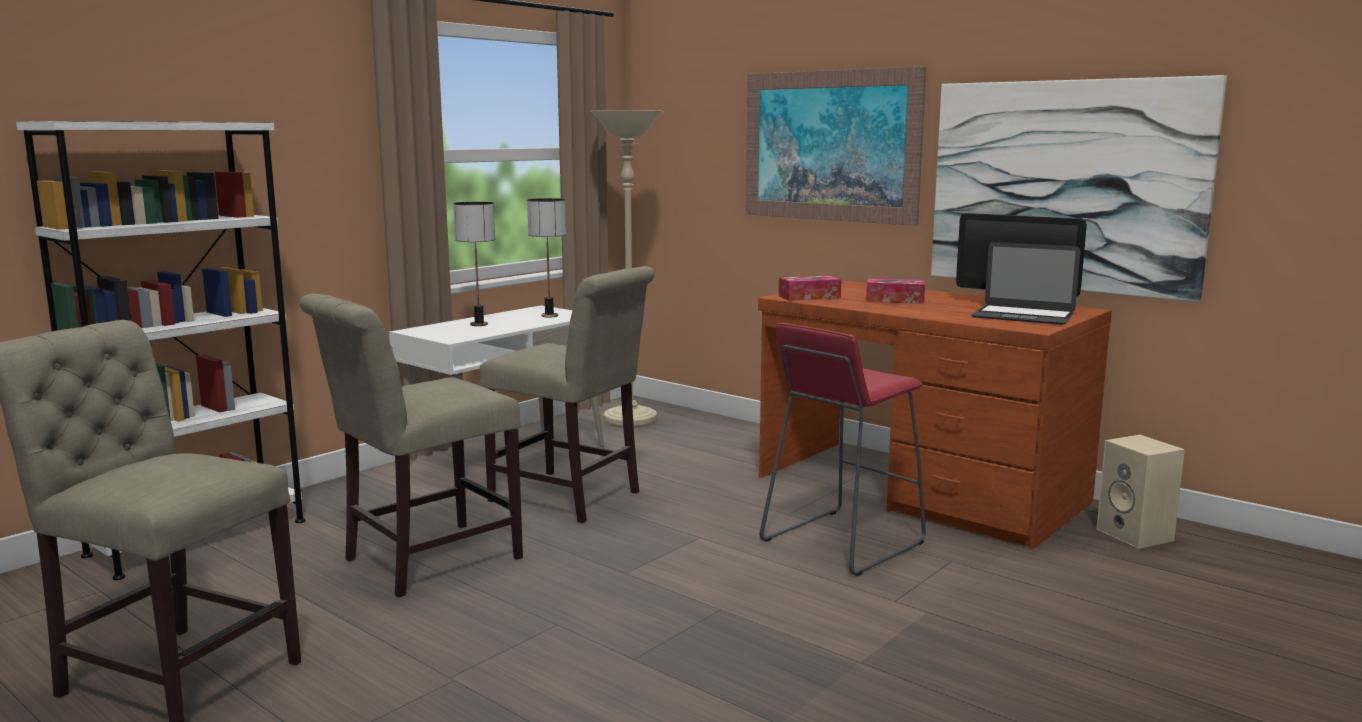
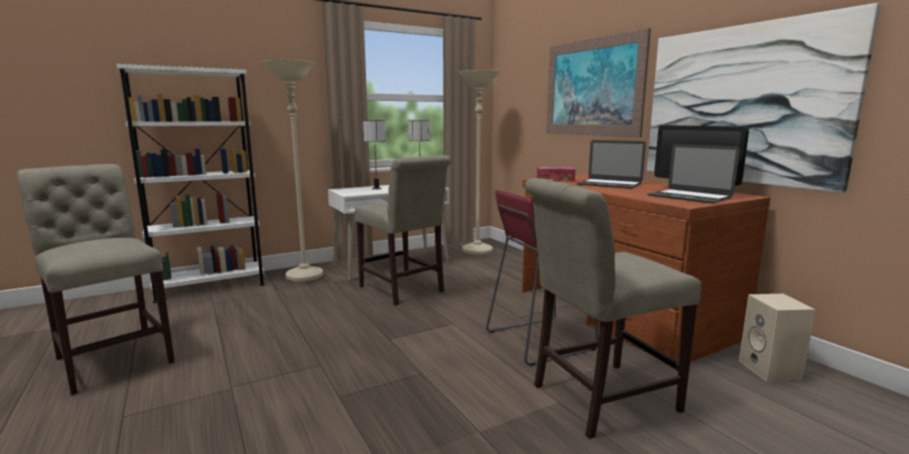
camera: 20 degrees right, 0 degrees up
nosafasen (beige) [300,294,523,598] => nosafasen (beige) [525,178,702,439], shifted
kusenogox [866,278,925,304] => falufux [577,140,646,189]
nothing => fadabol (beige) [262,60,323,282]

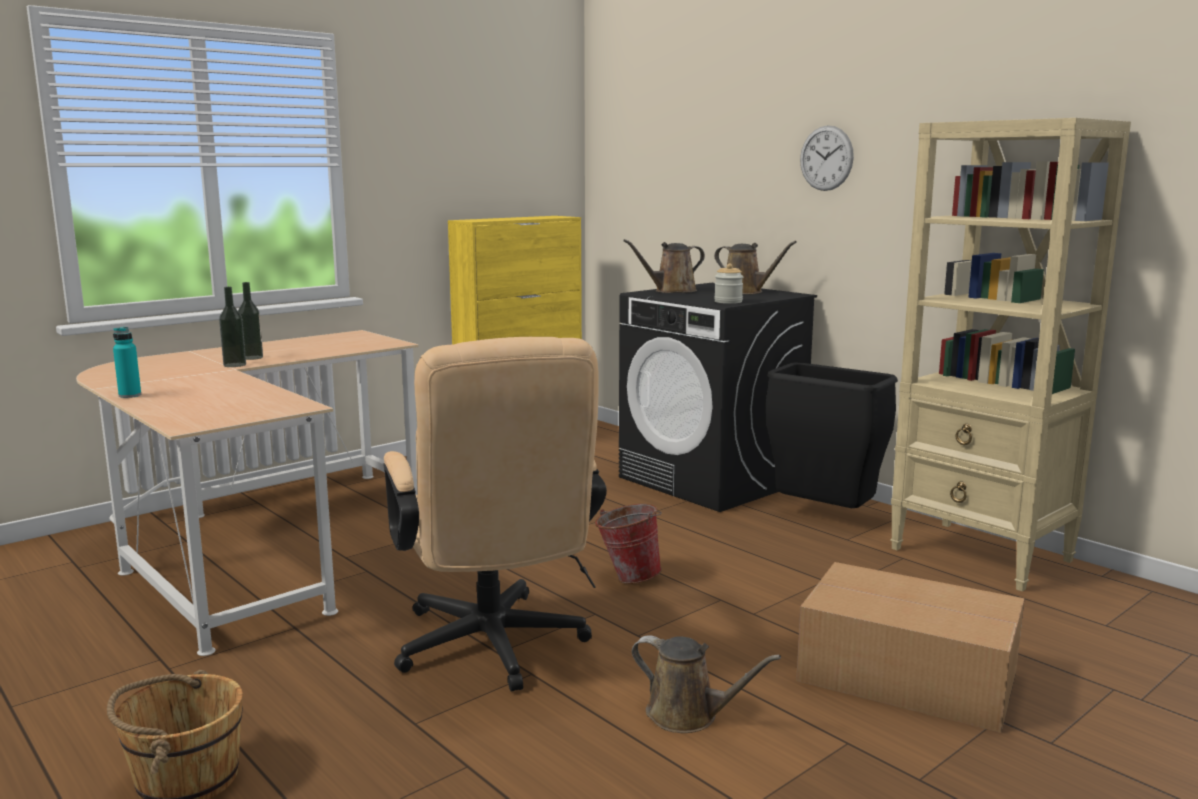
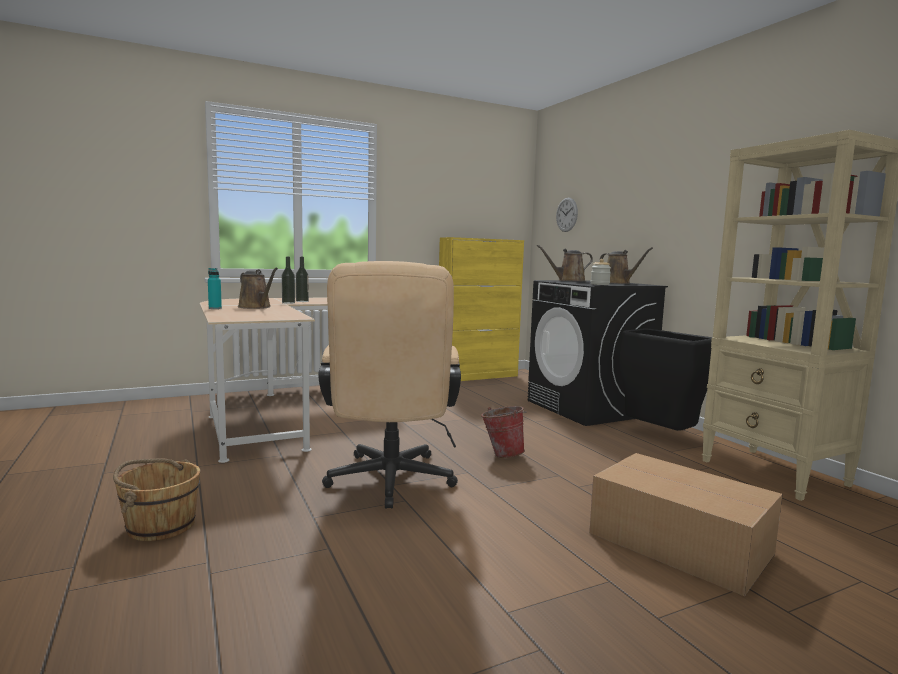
camera: 15 degrees right, 5 degrees down
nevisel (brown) [632,635,781,733] => nevisel (brown) [238,267,278,309], shifted
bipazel [800,125,854,191] => bipazel [556,198,578,232], shifted

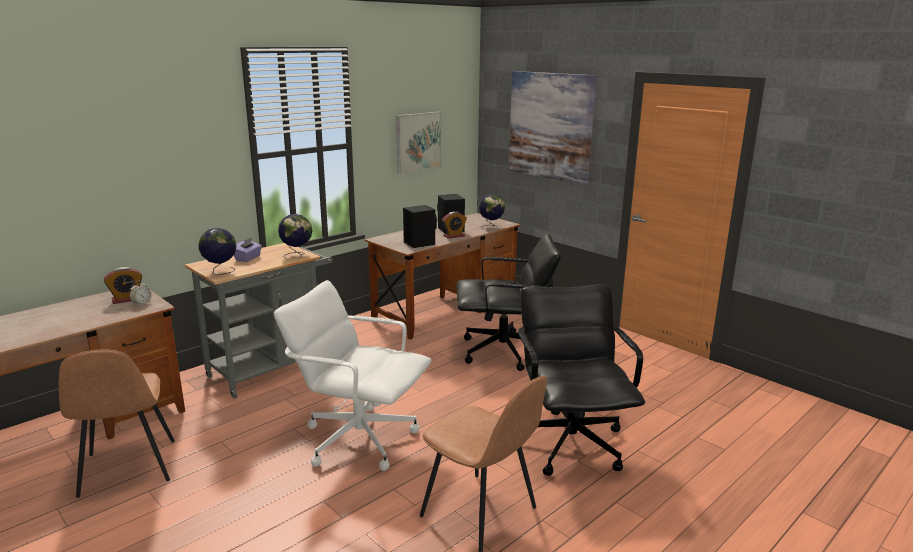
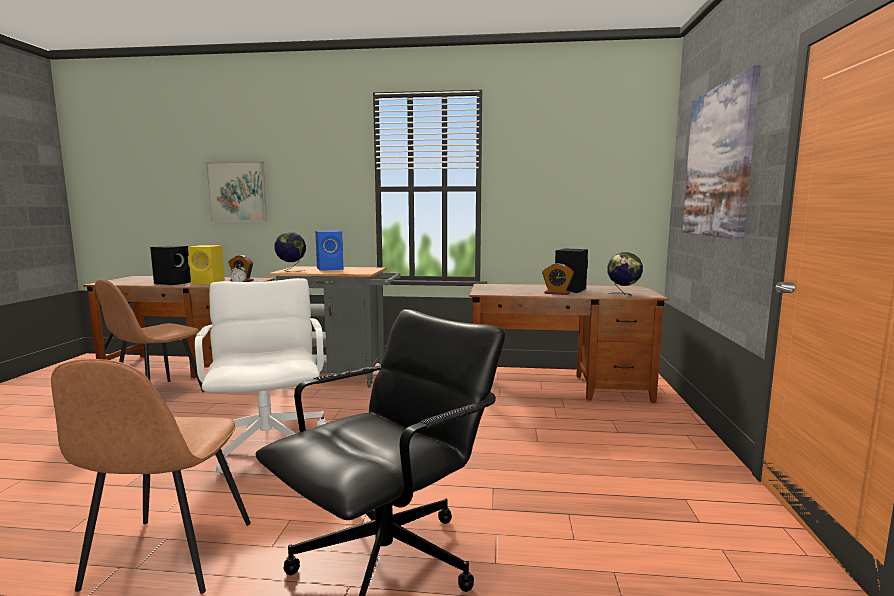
camera: 50 degrees right, 10 degrees down
kusenogox (purple) [234,237,262,262] => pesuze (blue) [315,231,343,271]
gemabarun [278,214,312,258] => nothing
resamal [396,112,442,174] => resamal [206,161,267,222], shifted
pesuze (black) [403,205,437,248] => pesuze (black) [150,245,191,285], shifted
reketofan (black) [457,233,561,371] => nothing
nothing => pesuze (yellow) [188,245,225,284]

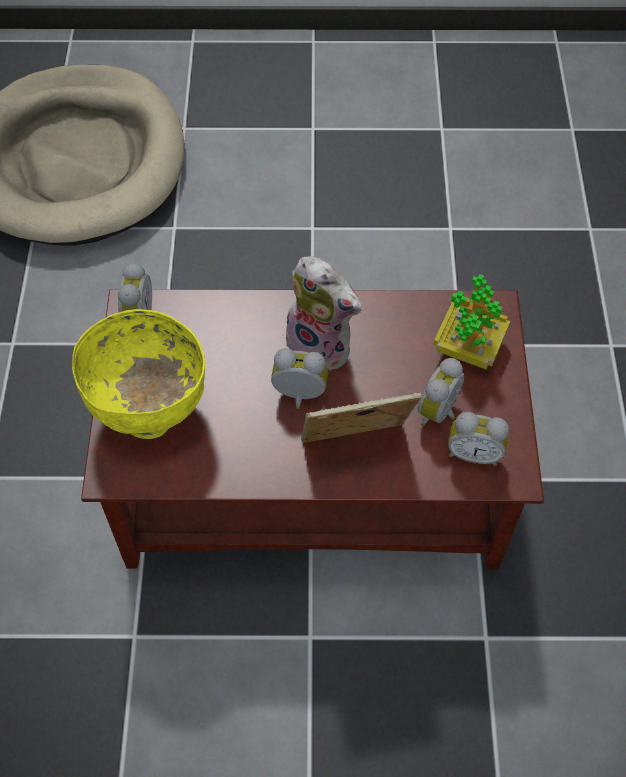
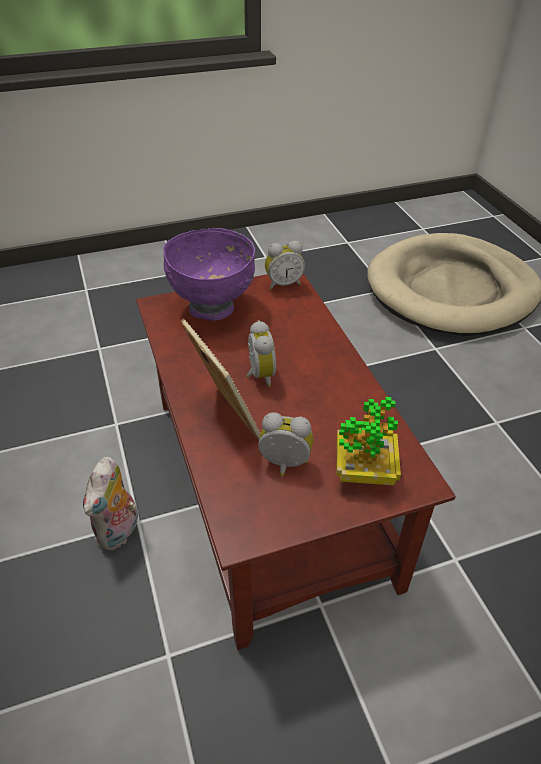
camera: 70 degrees right, 15 degrees down
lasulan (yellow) [72,309,205,439] => lasulan (purple) [163,228,255,321]
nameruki [286,256,361,371] => nameruki [83,457,140,550], shifted
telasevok [448,411,509,466] => nothing

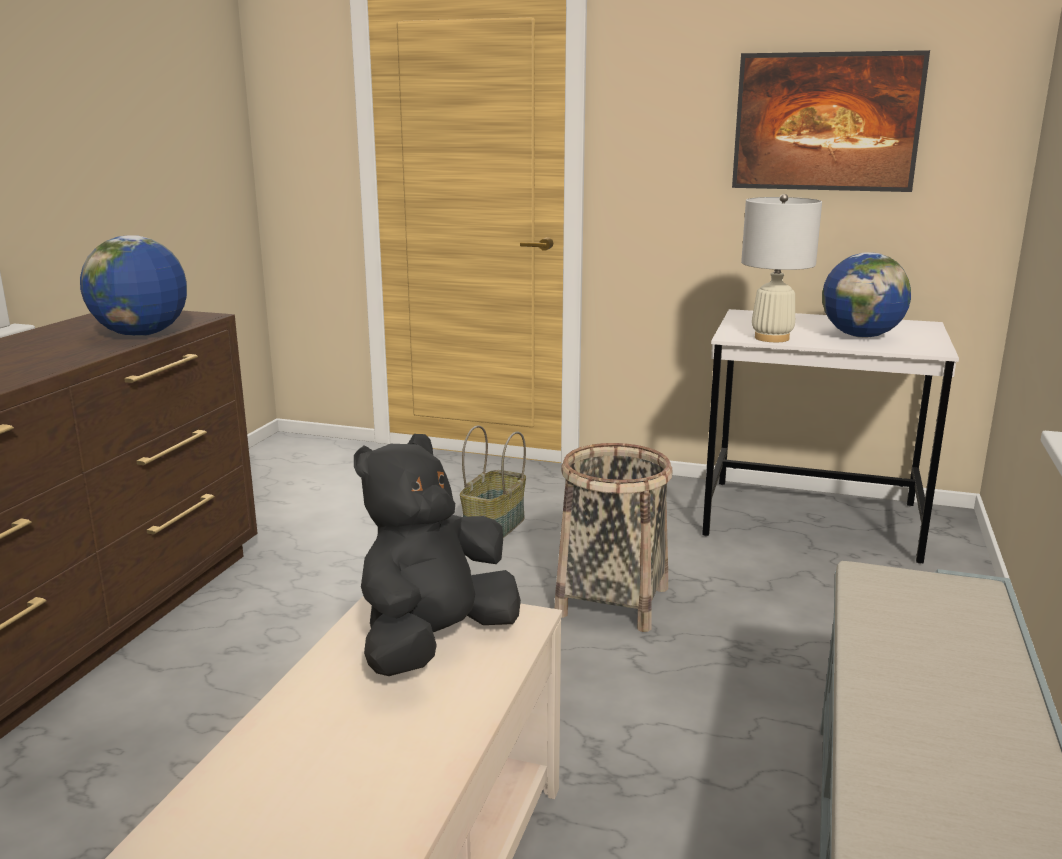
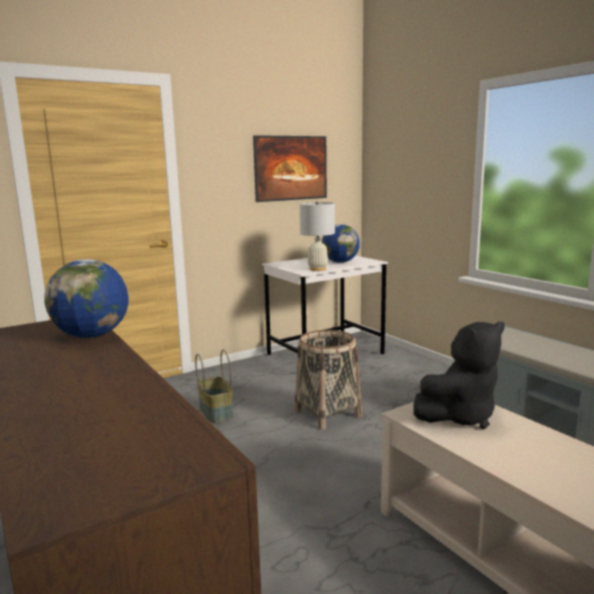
camera: 50 degrees left, 5 degrees down
nameruki (black) [354,434,521,676] => nameruki (black) [414,322,505,429], 105 degrees counterclockwise

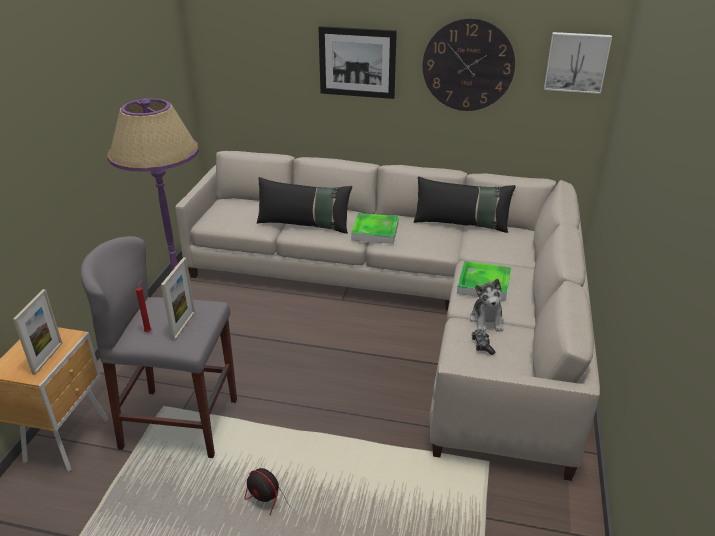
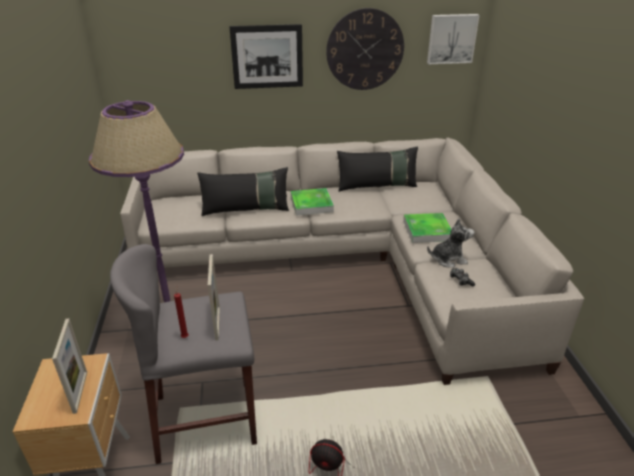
camera: 20 degrees left, 0 degrees up
nameruki [470,278,504,332] => nameruki [427,219,474,268], 75 degrees counterclockwise

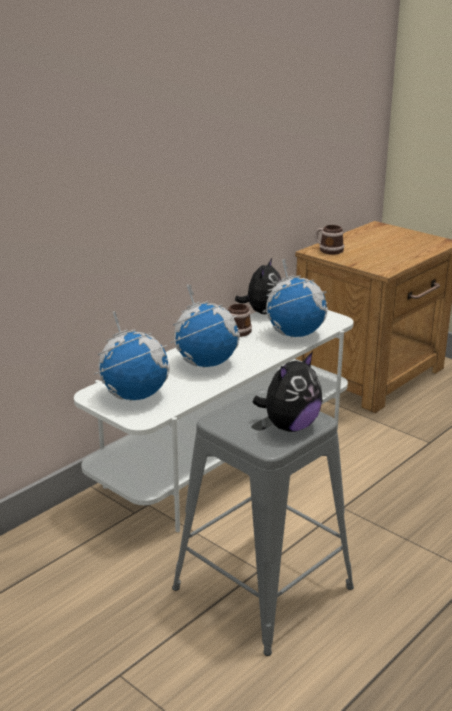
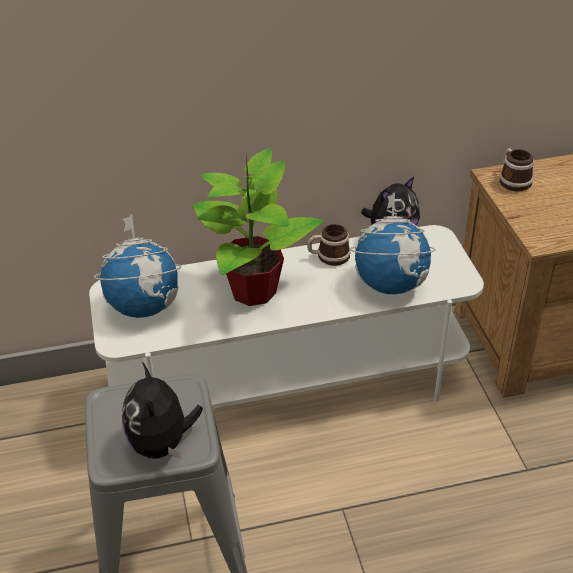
camera: 35 degrees right, 15 degrees up
gemabarun [170,284,240,368] => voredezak [193,148,324,306]
nameruki [252,352,323,432] => nameruki [122,362,203,459], 90 degrees clockwise

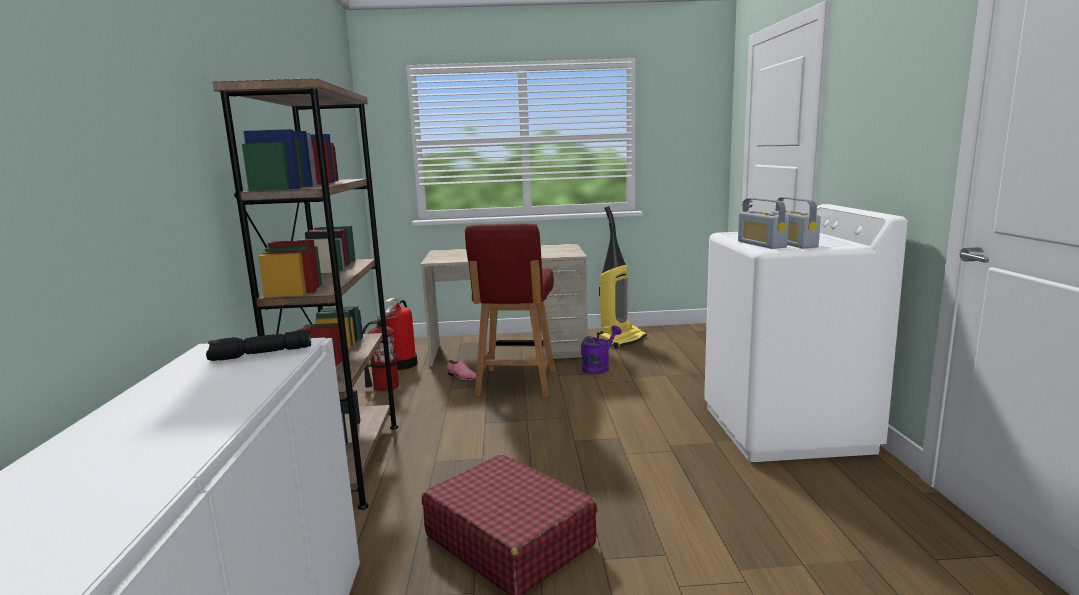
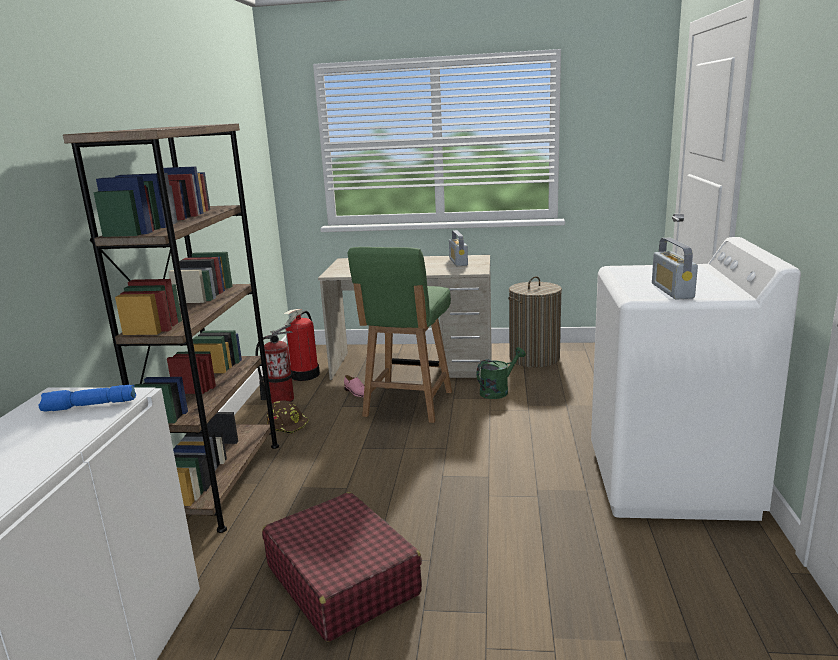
camera: 10 degrees right, 5 degrees up
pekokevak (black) [206,330,311,361] => pekokevak (blue) [39,385,136,411]
nosafasen (red) [465,223,555,397] => nosafasen (green) [347,247,452,423]
nevisel (purple) [581,325,622,374] => nevisel (green) [476,347,526,399]
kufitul [597,206,647,348] => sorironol [508,276,562,368]
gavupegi [738,198,789,249] => gavupegi [449,230,468,266], shifted
nothing => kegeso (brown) [267,400,309,434]

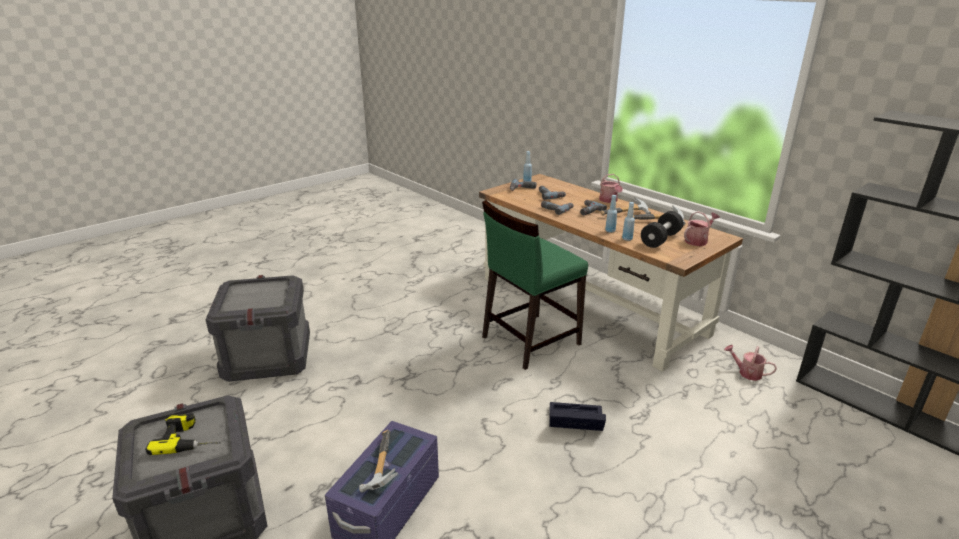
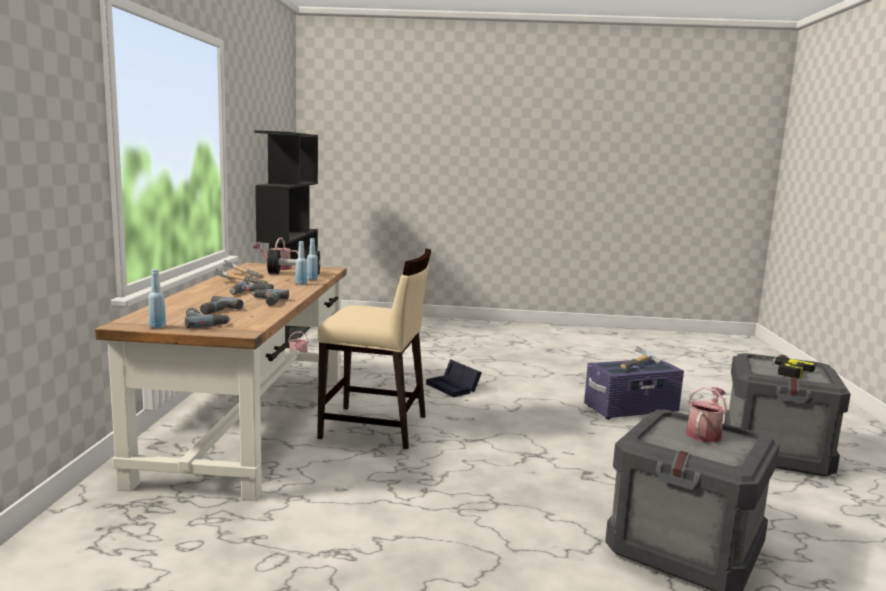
camera: 135 degrees left, 15 degrees down
nosafasen (green) [482,200,588,370] => nosafasen (beige) [317,249,431,449]
nevisel [599,174,623,203] => nevisel [686,387,727,442], shifted

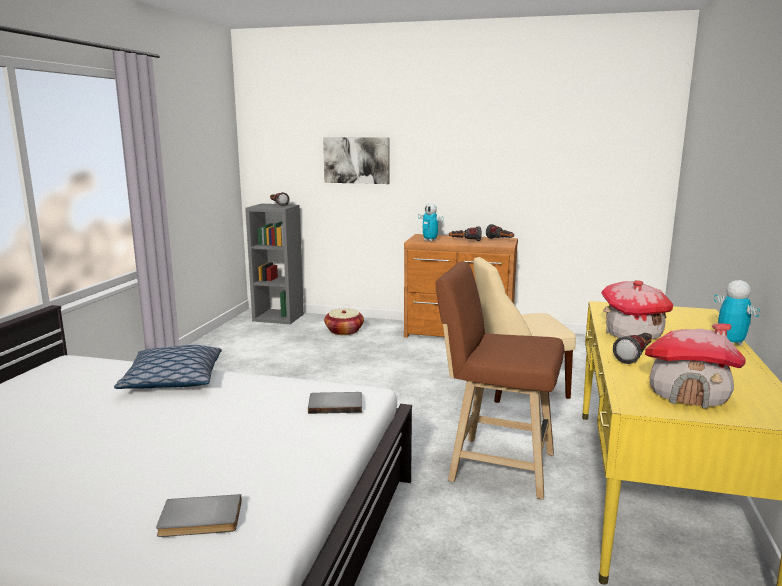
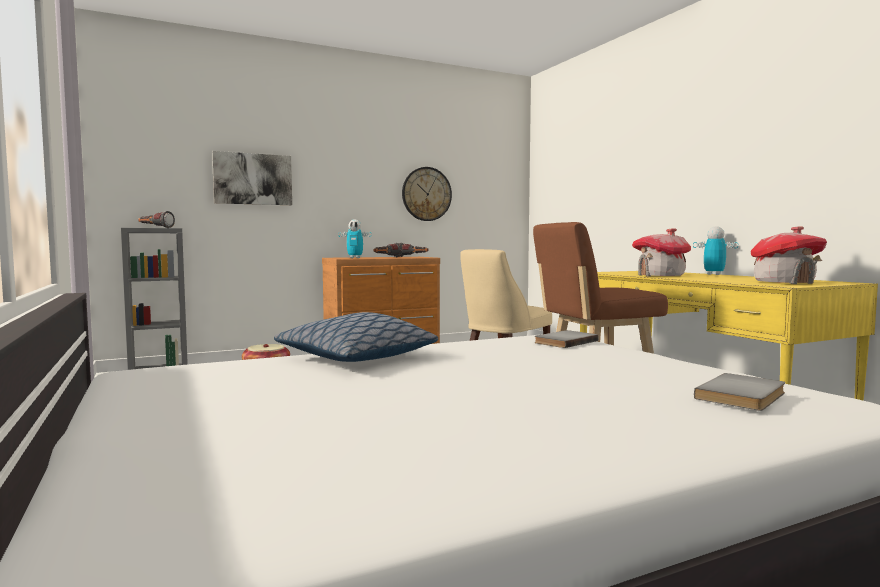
camera: 40 degrees left, 10 degrees down
pekokevak [613,333,652,364] => nothing
nothing => bipazel [402,167,452,221]

